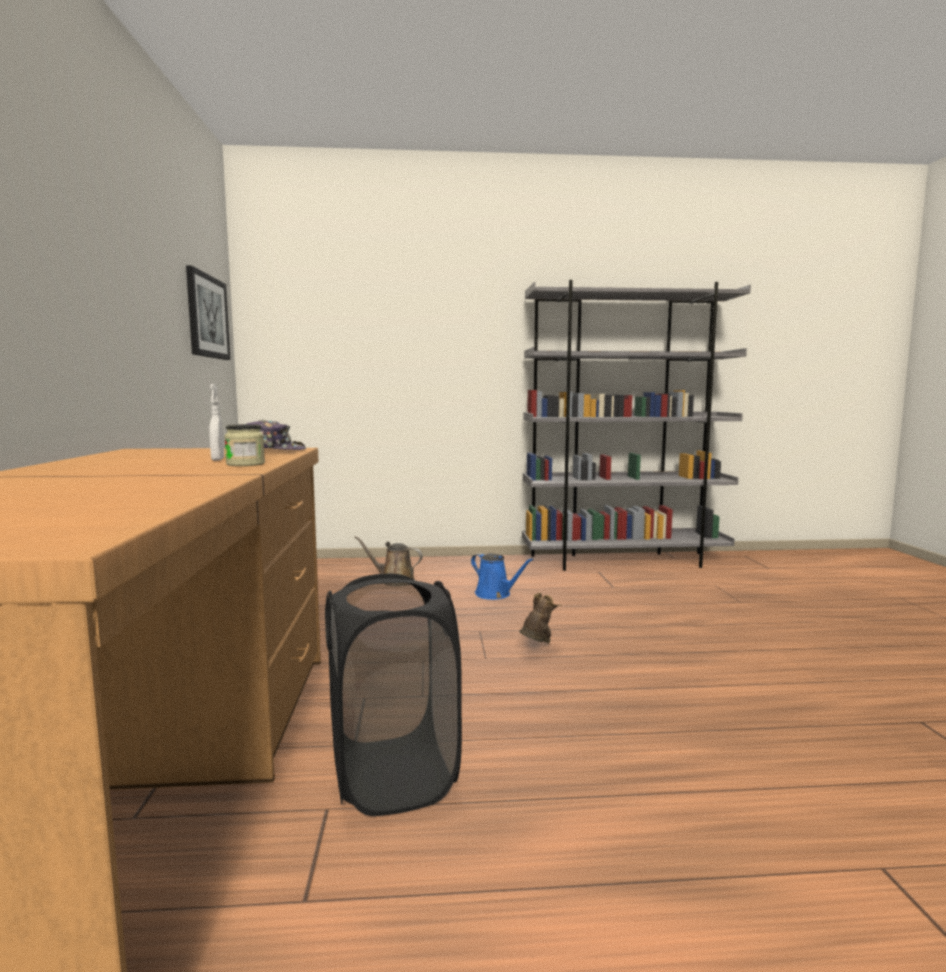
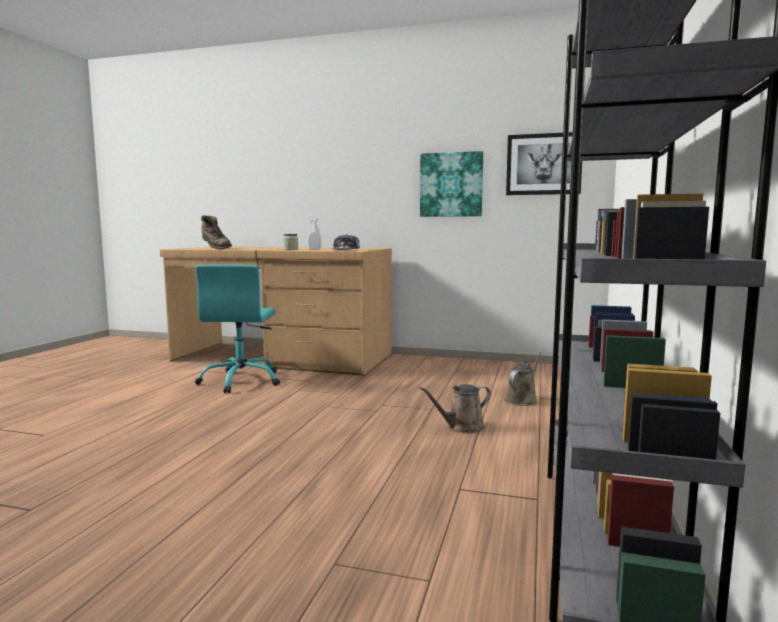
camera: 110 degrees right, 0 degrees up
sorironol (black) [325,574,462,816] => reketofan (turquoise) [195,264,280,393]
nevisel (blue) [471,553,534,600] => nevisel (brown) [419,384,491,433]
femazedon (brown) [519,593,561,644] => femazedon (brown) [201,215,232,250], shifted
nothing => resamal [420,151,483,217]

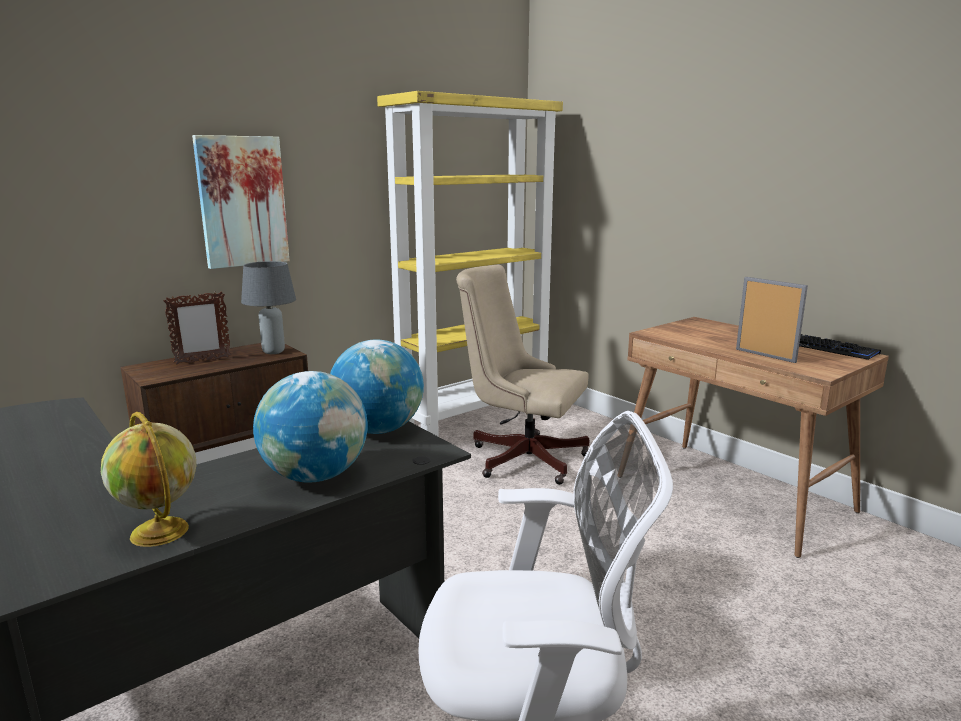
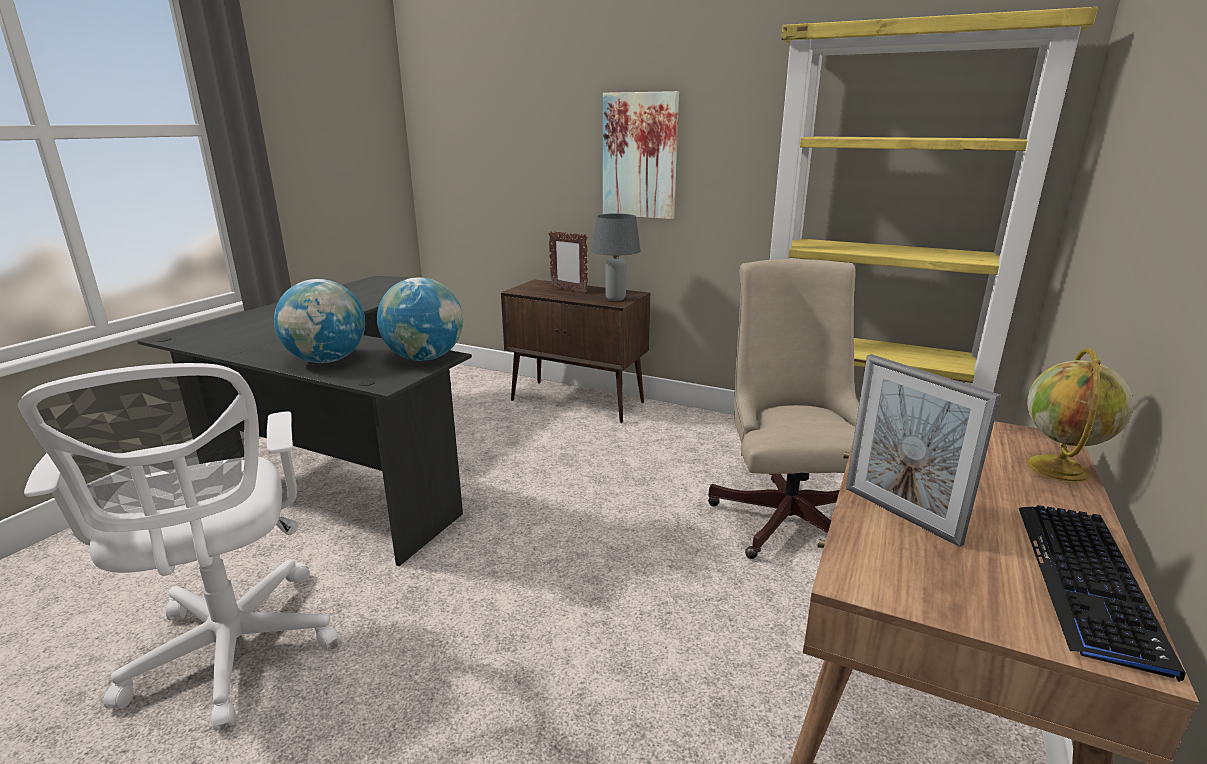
camera: 65 degrees right, 5 degrees up
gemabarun [101,412,197,547] => gemabarun [1027,348,1133,483], shifted
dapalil [736,277,808,363] => dapalil [846,354,1001,547], 120 degrees clockwise

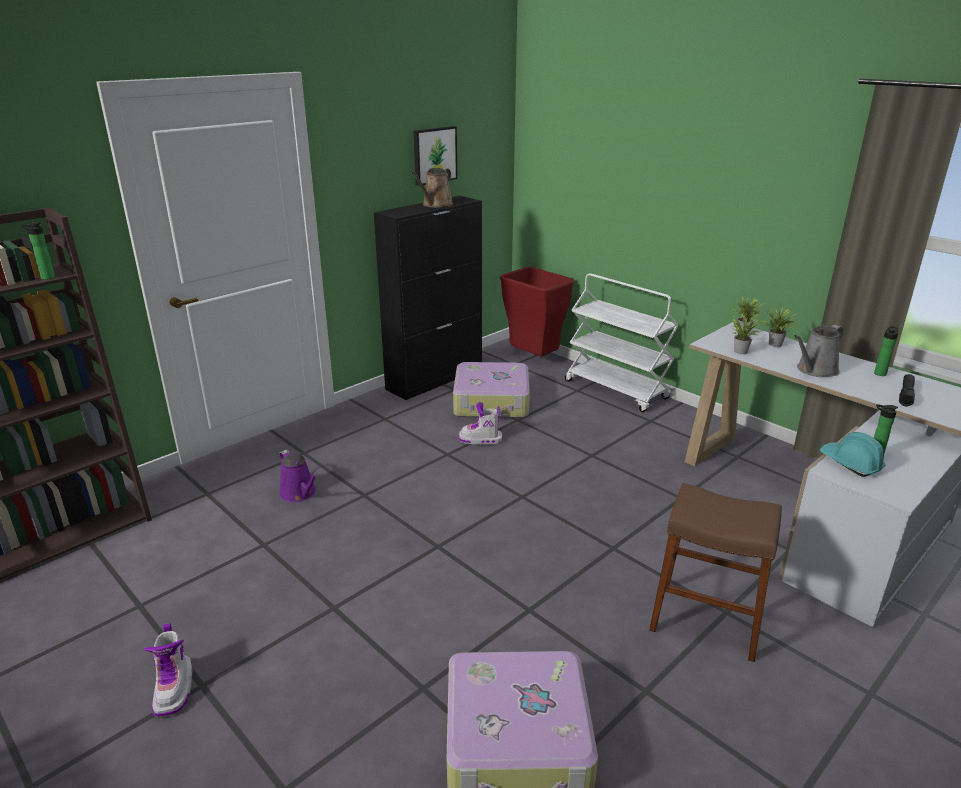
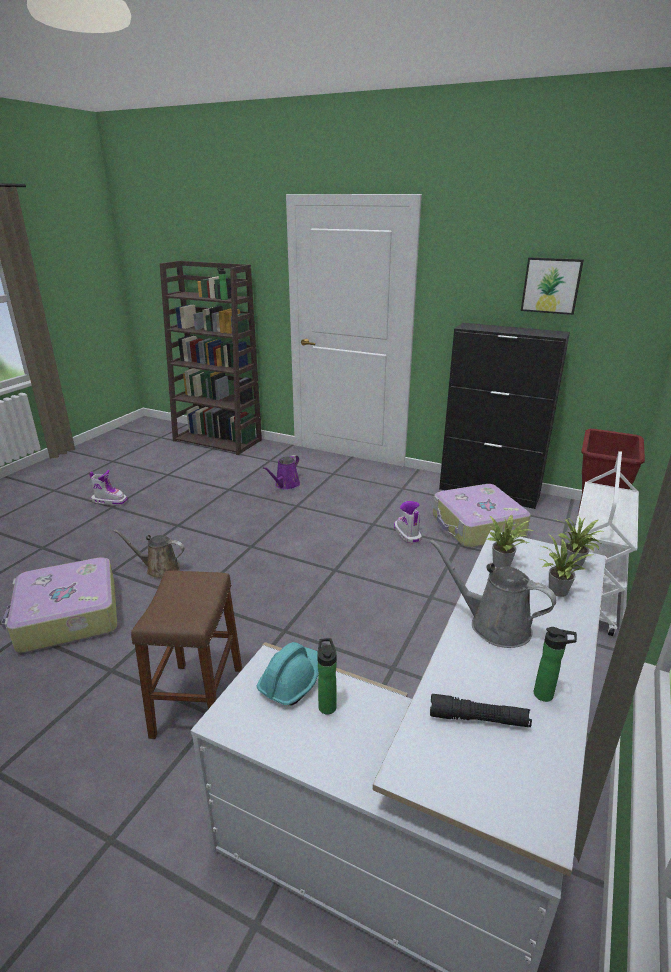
camera: 70 degrees right, 0 degrees up
femazedon [143,623,193,717] => femazedon [89,470,128,506], 135 degrees counterclockwise
nevisel (brown) [410,168,453,208] => nevisel (brown) [113,529,185,579], shifted

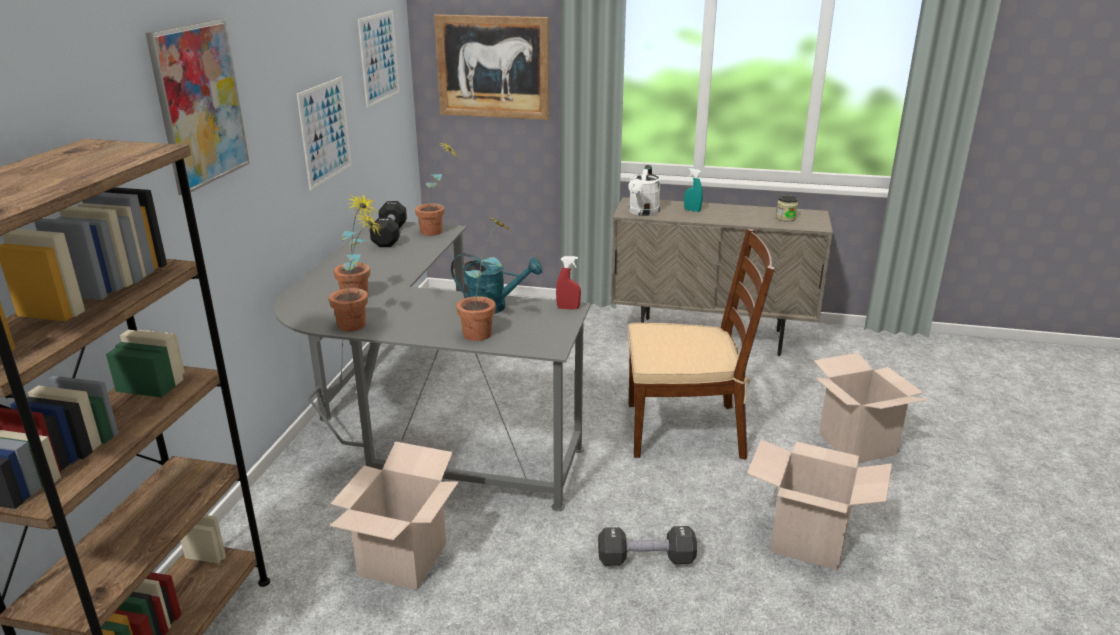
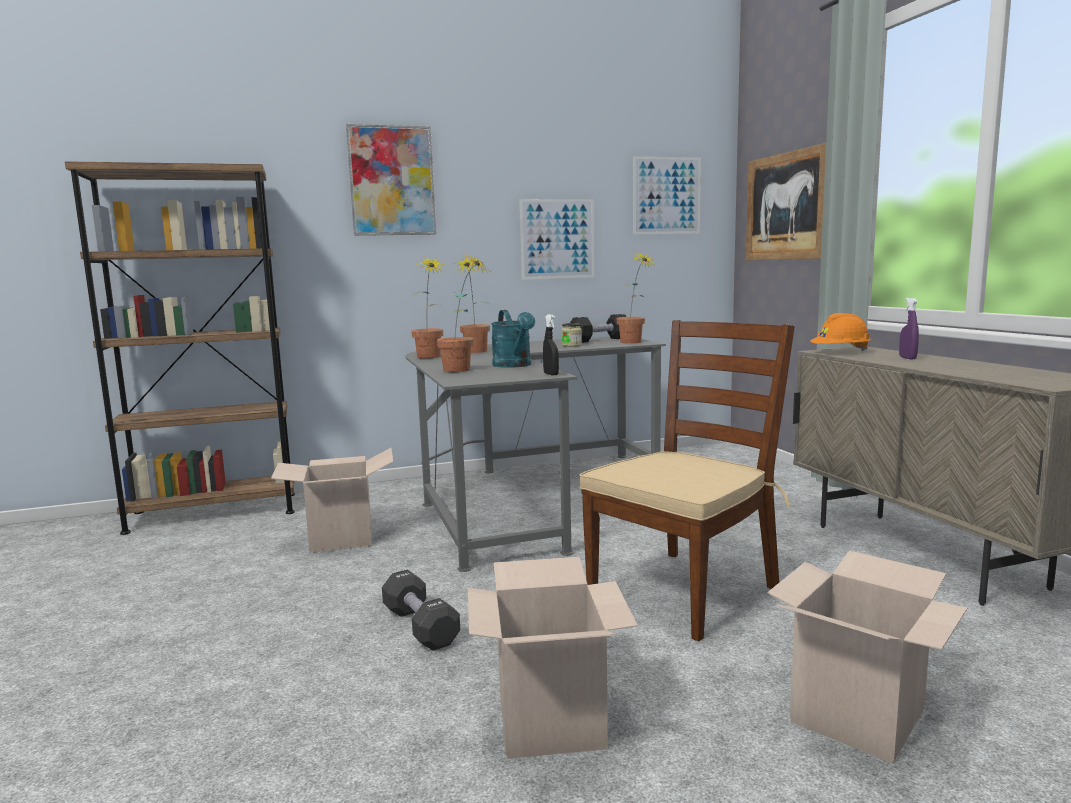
camera: 60 degrees right, 15 degrees down
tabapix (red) [556,256,581,310] => tabapix (black) [543,314,559,375]
nevisel (white) [628,165,660,216] => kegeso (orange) [810,313,871,351]
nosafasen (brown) [628,229,775,460] => nosafasen (brown) [579,320,795,641], 105 degrees counterclockwise
tabapix (turquoise) [684,168,703,212] => tabapix (purple) [899,298,919,359]
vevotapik [776,195,798,221] => vevotapik [562,323,582,347], shifted

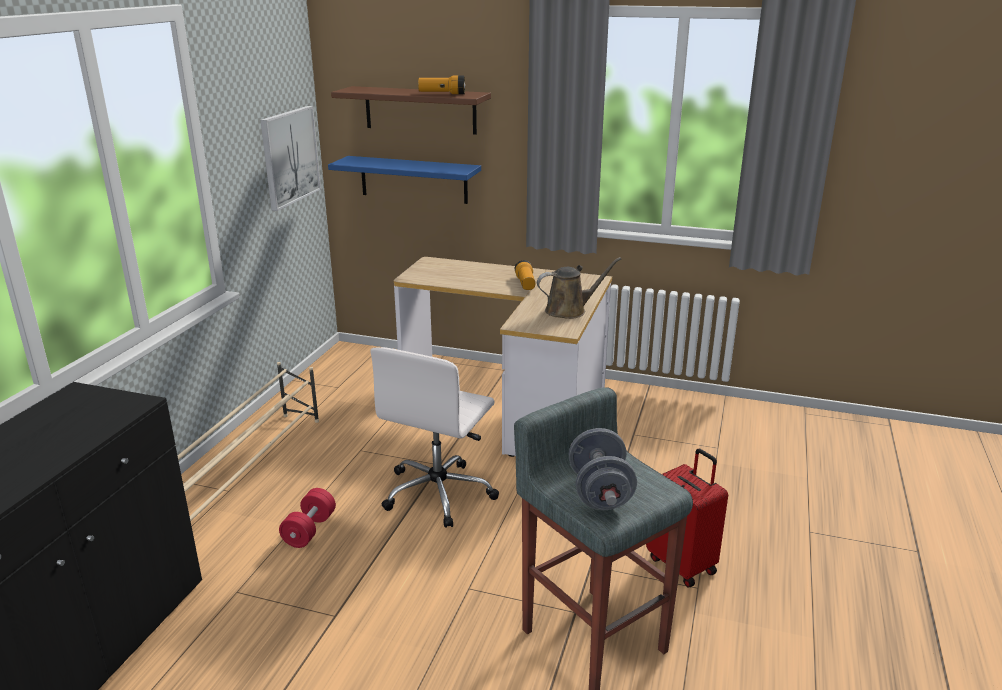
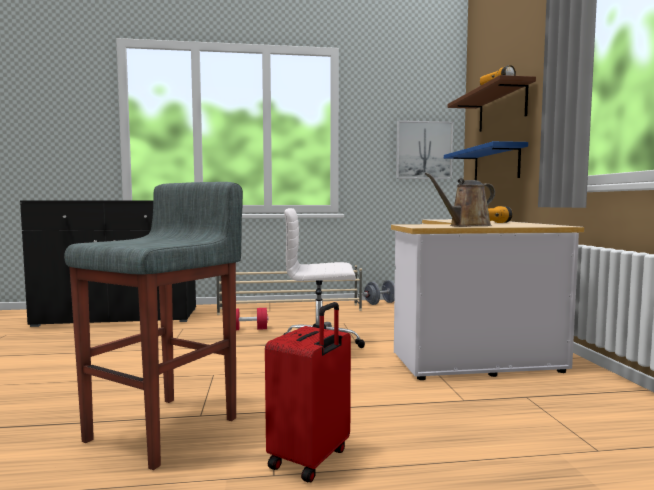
camera: 65 degrees right, 20 degrees down
nevisel (brown) [537,257,621,319] => nevisel (brown) [425,173,495,227], 105 degrees clockwise
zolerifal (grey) [569,428,637,510] => zolerifal (grey) [362,280,395,305], shifted

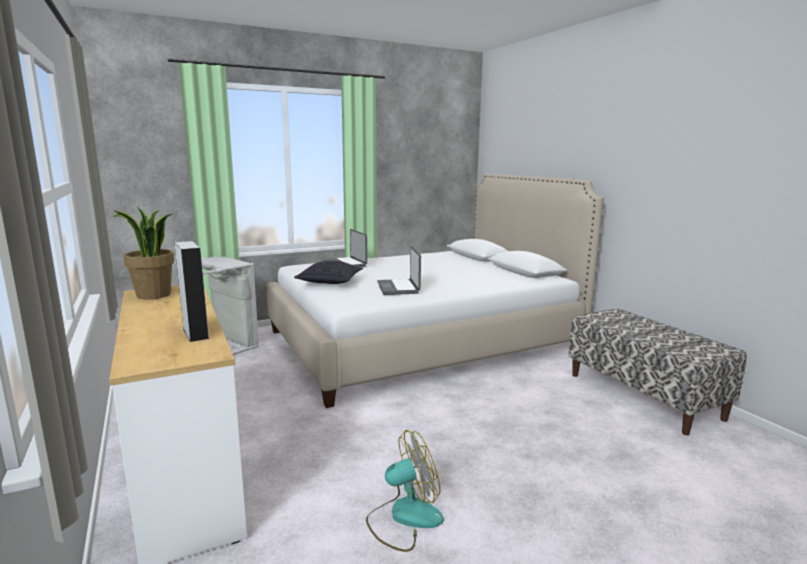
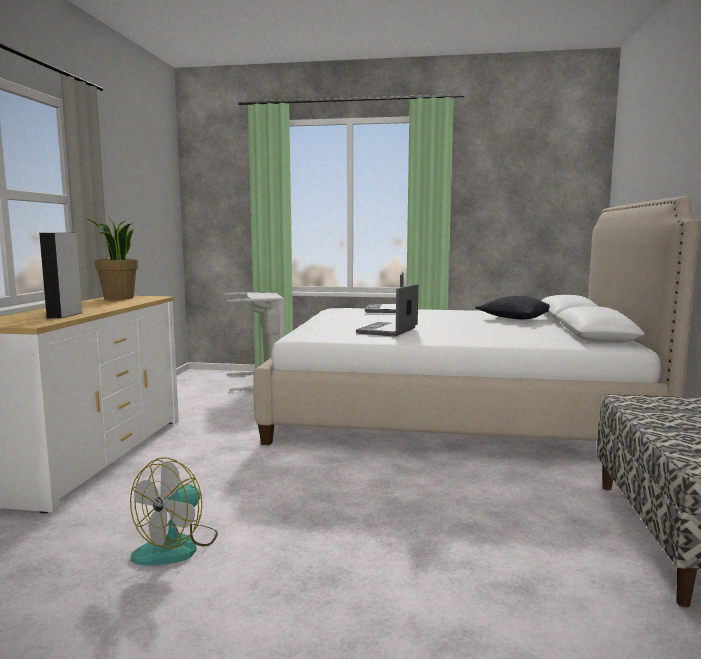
camera: 35 degrees right, 5 degrees down
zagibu [294,261,363,284] => zagibu [475,296,550,319], shifted
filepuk [366,430,444,552] => filepuk [130,457,218,565], 105 degrees clockwise

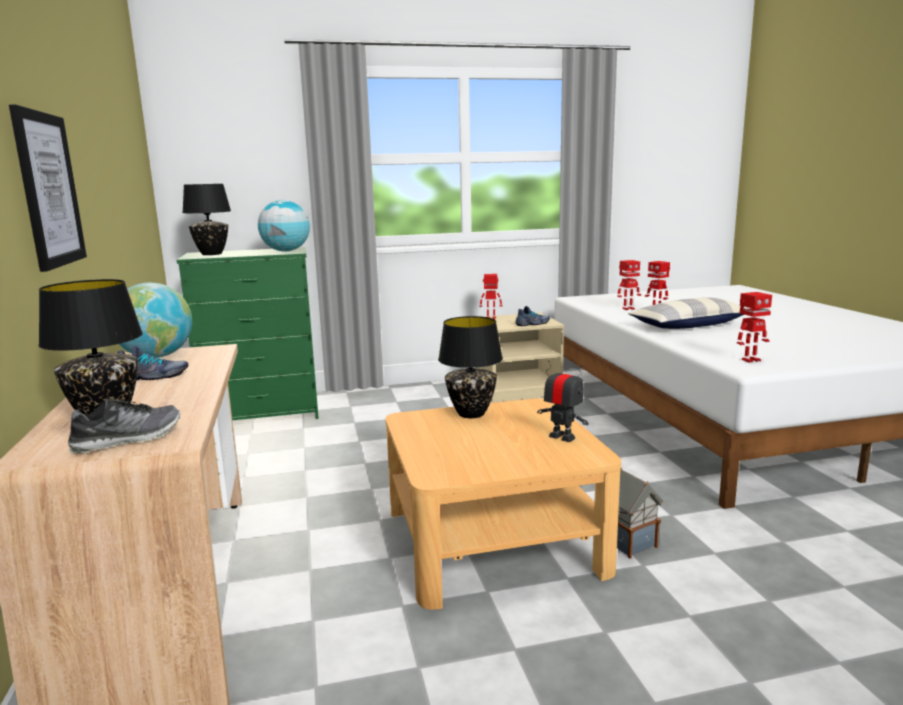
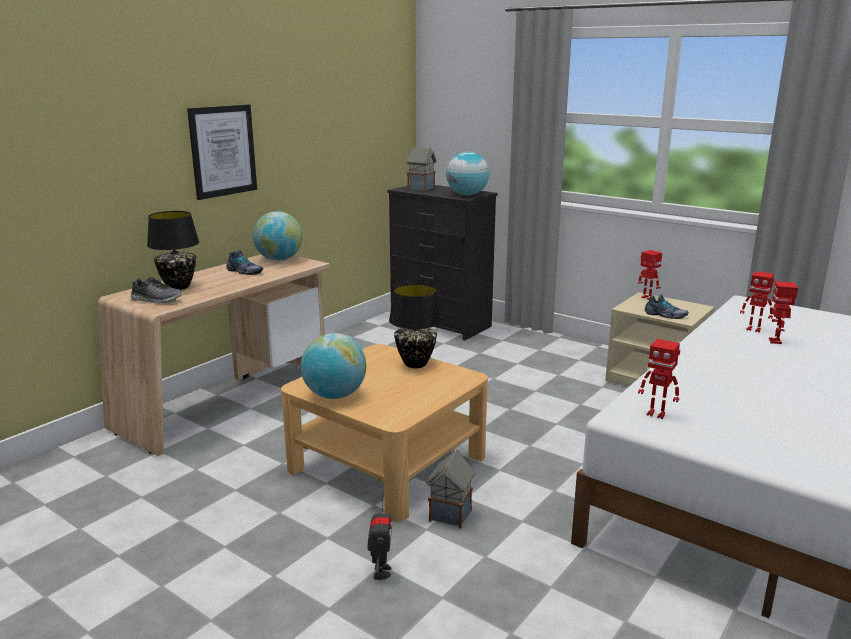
camera: 50 degrees right, 5 degrees up
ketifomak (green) [177,247,319,420] => ketifomak (black) [387,185,498,341]
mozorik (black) [183,184,231,255] => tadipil [406,146,437,191]
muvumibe [537,360,589,442] => muvumibe [367,499,392,580], shifted
zagibu [628,298,746,329] => nothing
nothing => gemabarun [301,333,366,399]

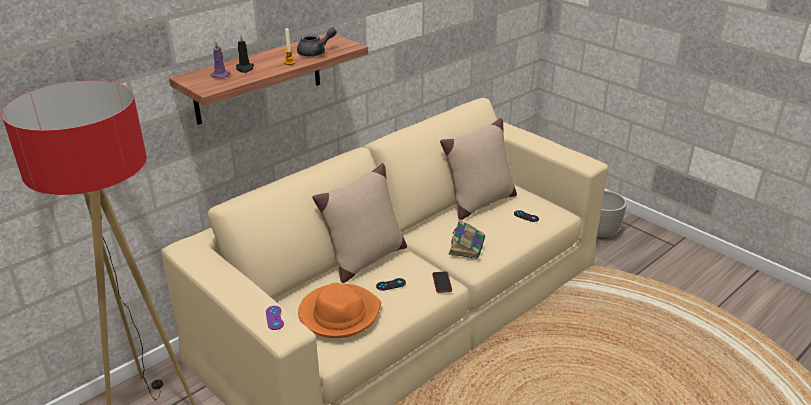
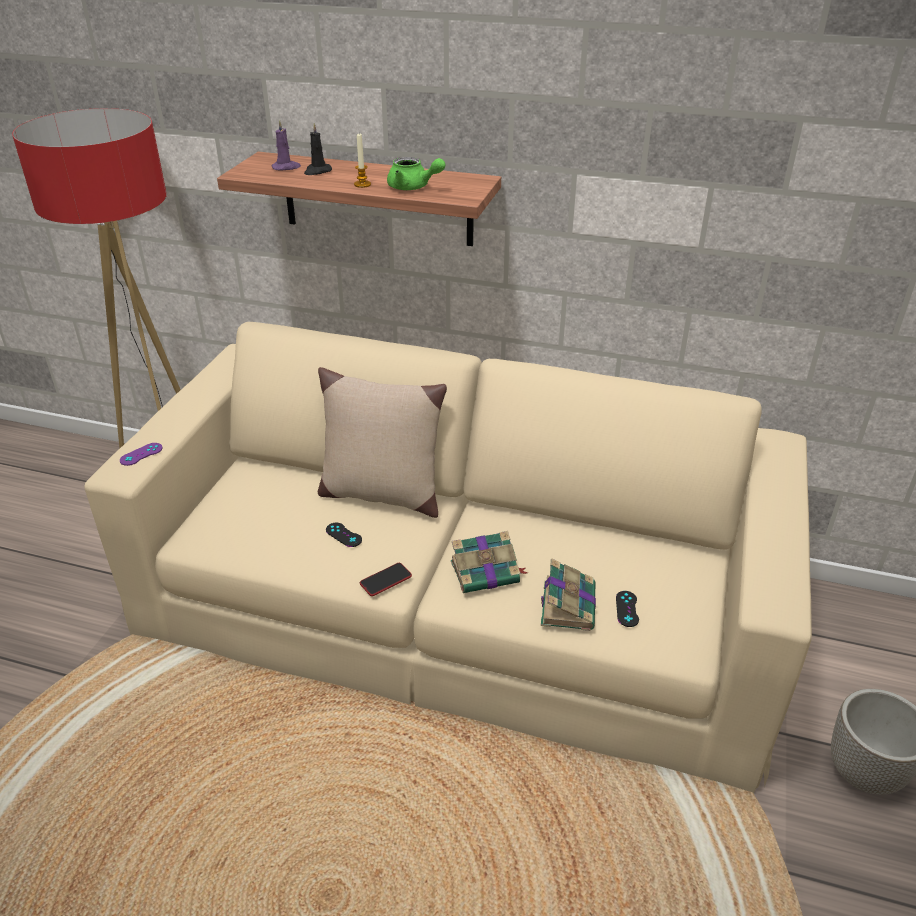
camera: 60 degrees right, 5 degrees up
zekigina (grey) [297,27,337,57] => zekigina (green) [387,157,445,190]
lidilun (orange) [298,283,381,338] => nothing
zagibu (beige) [440,118,517,220] => nothing
nothing => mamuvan [541,559,596,631]

